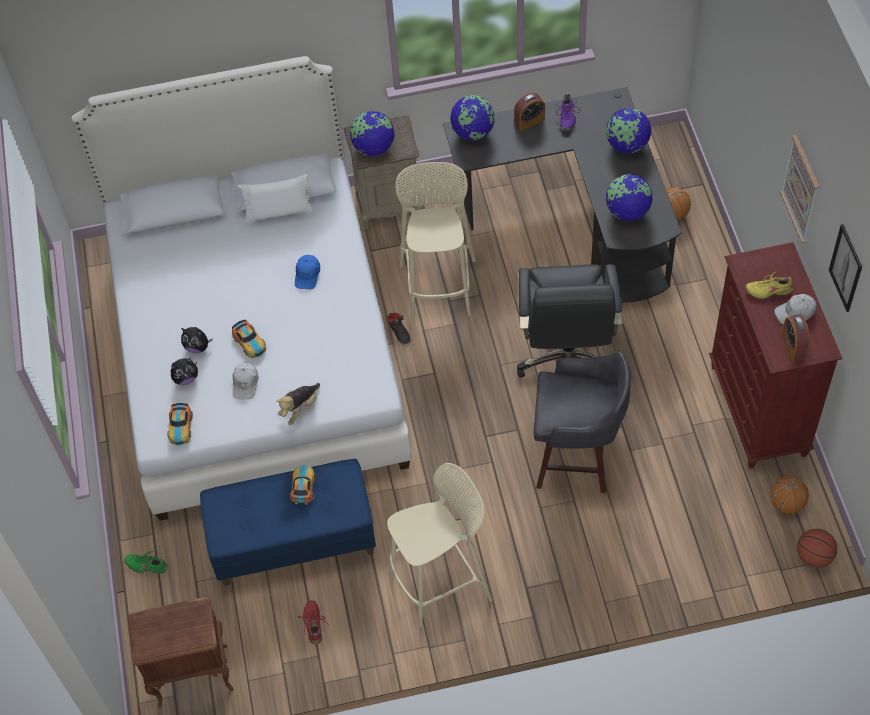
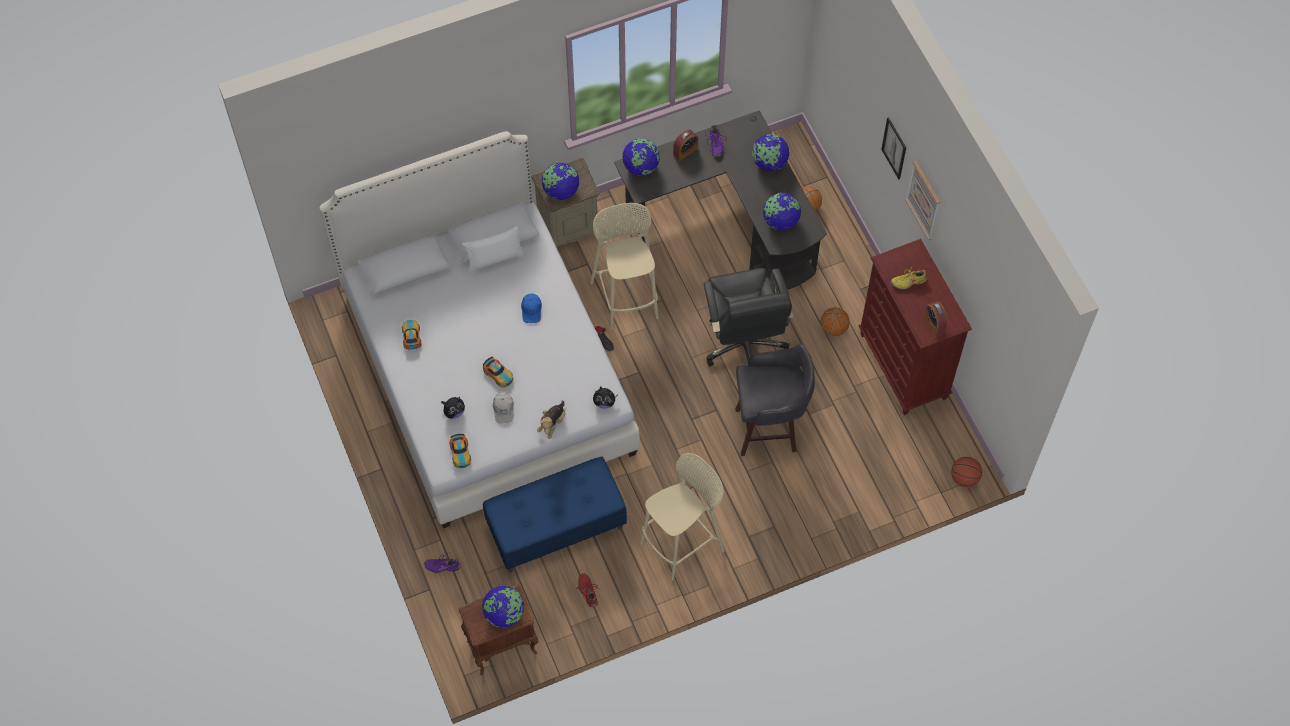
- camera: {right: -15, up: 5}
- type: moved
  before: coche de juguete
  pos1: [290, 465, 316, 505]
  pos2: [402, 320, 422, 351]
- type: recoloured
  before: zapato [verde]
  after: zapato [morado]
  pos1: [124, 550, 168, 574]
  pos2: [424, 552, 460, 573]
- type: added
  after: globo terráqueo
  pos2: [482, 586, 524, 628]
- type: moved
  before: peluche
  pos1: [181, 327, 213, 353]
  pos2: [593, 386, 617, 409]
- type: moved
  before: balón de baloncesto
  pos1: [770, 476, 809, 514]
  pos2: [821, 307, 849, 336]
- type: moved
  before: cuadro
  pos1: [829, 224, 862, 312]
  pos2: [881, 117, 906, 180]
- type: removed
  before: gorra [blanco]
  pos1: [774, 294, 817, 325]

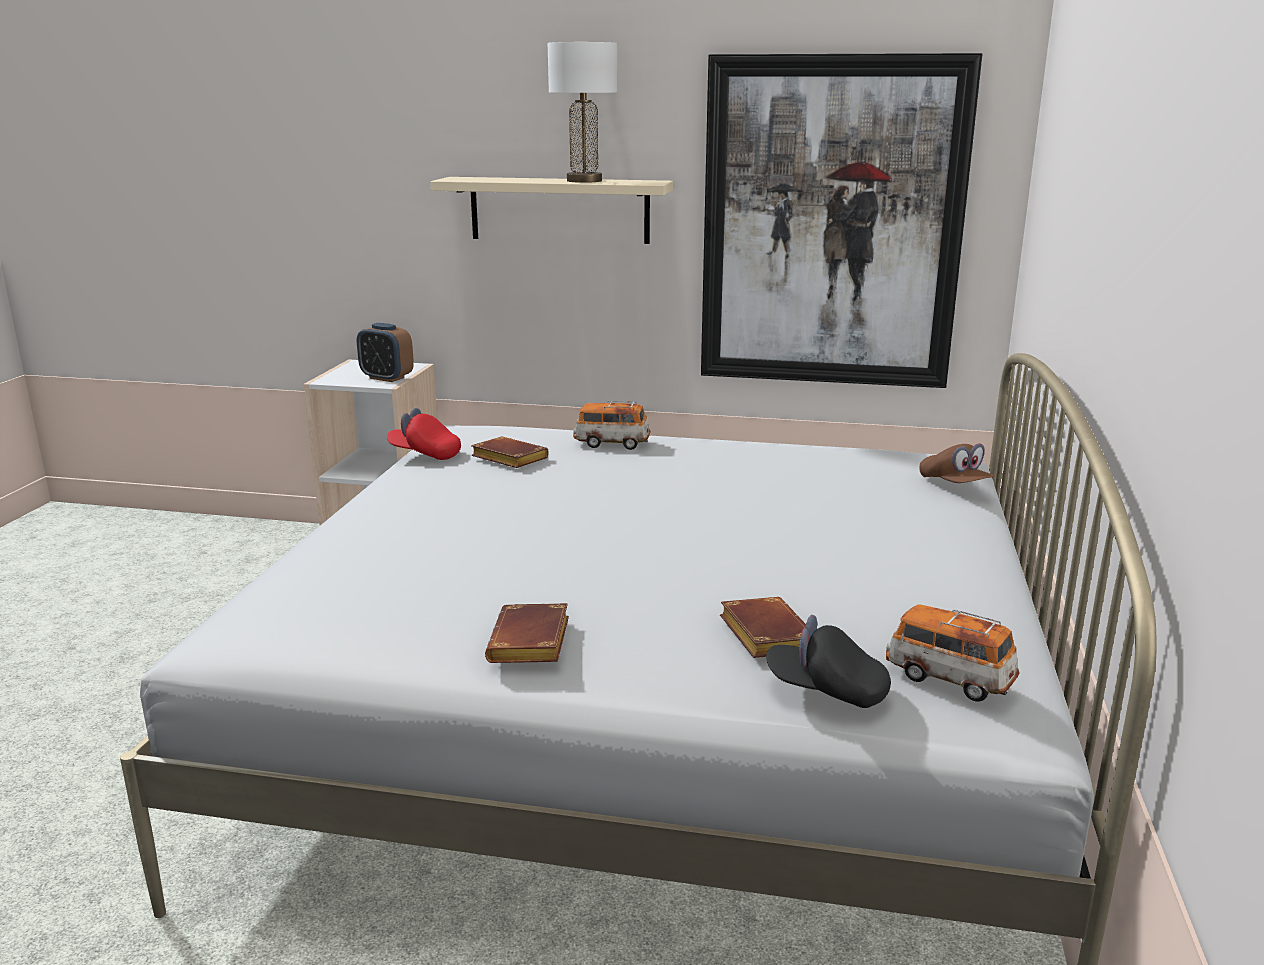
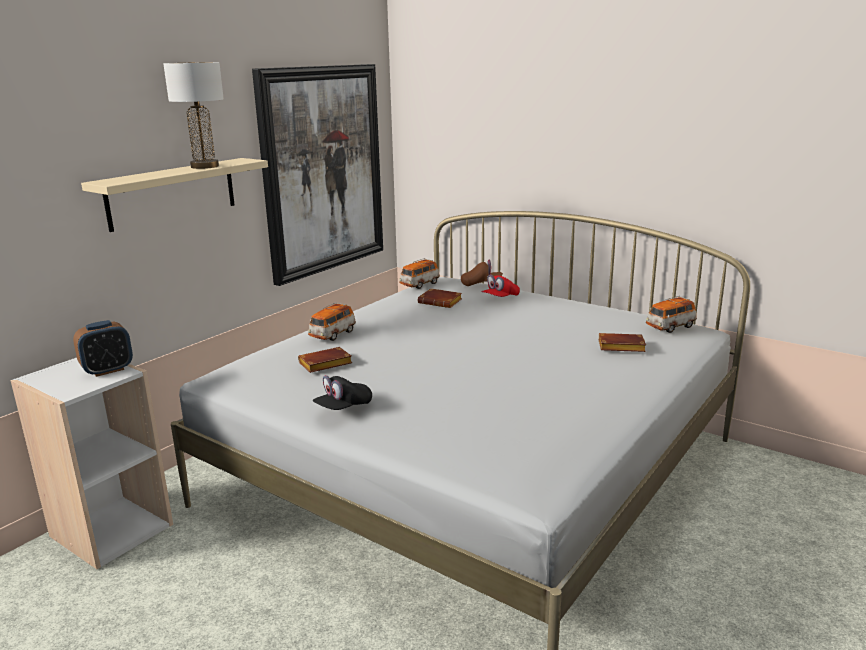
- camera: {right: -65, up: 0}
- type: moved
  before: gorra [negro]
  pos1: [766, 615, 891, 708]
  pos2: [313, 375, 372, 410]
- type: added
  after: coche de juguete
  pos2: [399, 258, 440, 289]
- type: moved
  before: libro [marrón]
  pos1: [485, 603, 569, 663]
  pos2: [418, 288, 462, 308]
- type: moved
  before: gorra [rojo]
  pos1: [387, 408, 461, 460]
  pos2: [482, 275, 520, 297]

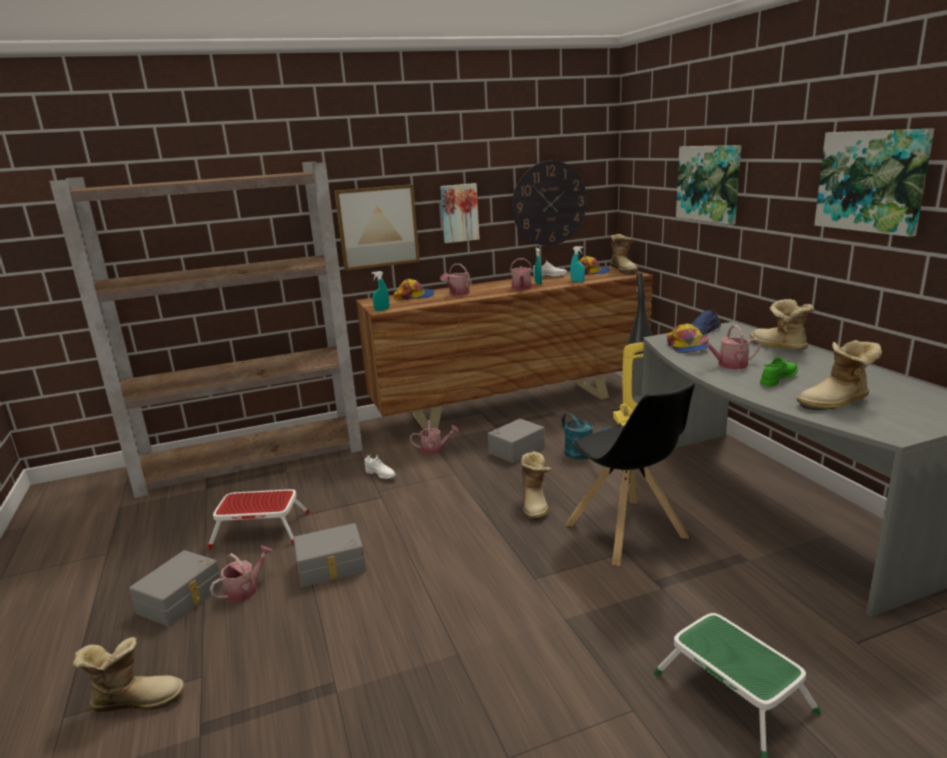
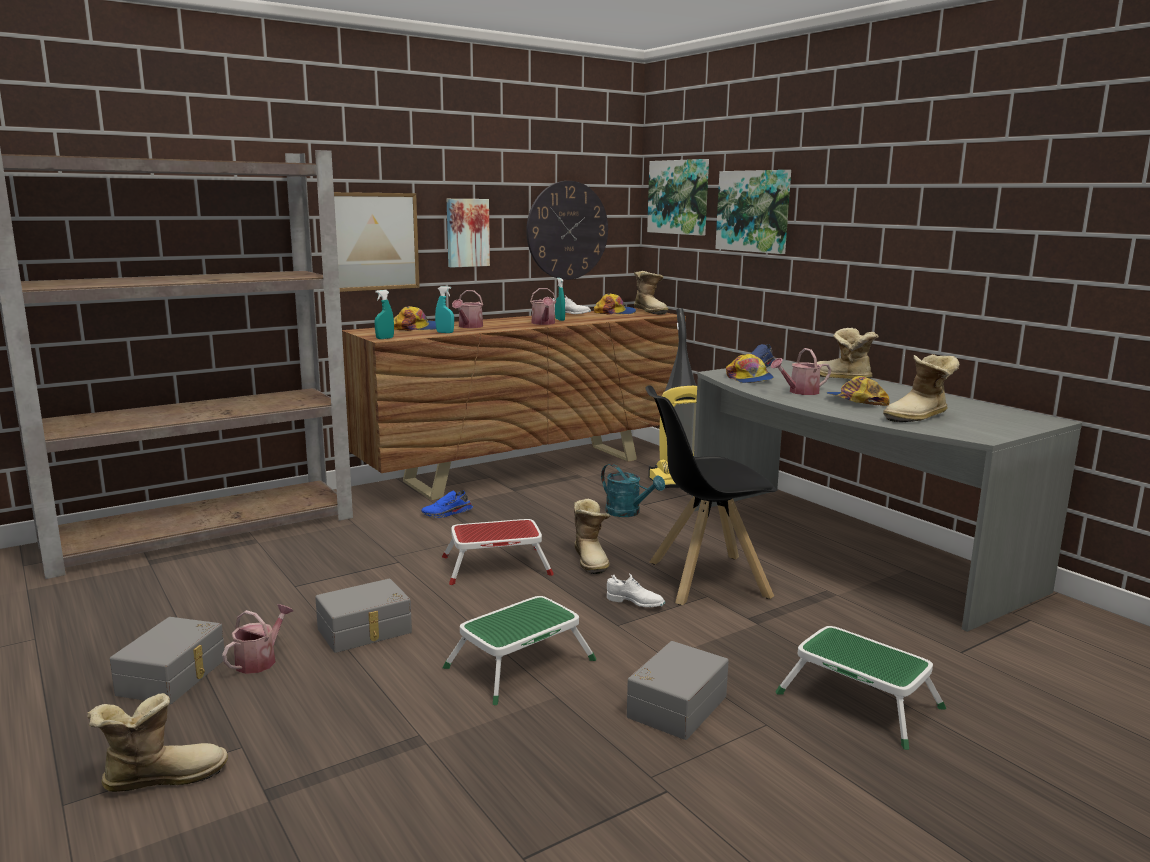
- camera: {right: -15, up: -5}
- type: replaced
  before: regadera
  after: zapato [azul]
  pos1: [410, 420, 459, 455]
  pos2: [421, 490, 473, 518]
- type: moved
  before: pulverizador [turquesa]
  pos1: [570, 246, 585, 282]
  pos2: [435, 286, 454, 333]
- type: moved
  before: escalera de tijera [rojo]
  pos1: [207, 489, 310, 550]
  pos2: [442, 519, 554, 585]
- type: added
  after: escalera de tijera [verde]
  pos2: [443, 596, 596, 705]
- type: moved
  before: zapato [blanco]
  pos1: [365, 455, 396, 479]
  pos2: [607, 573, 665, 607]
- type: moved
  before: caja de almacenaje [gris]
  pos1: [488, 418, 545, 463]
  pos2: [627, 641, 729, 740]
- type: turned
  before: silla [negro]
  pos1: [565, 382, 695, 566]
  pos2: [646, 385, 776, 605]
  turn: 120
- type: moved
  before: cuadro
  pos1: [814, 128, 934, 237]
  pos2: [647, 159, 709, 236]
- type: replaced
  before: zapato [verde]
  after: gorra
  pos1: [760, 356, 798, 387]
  pos2: [826, 376, 890, 406]

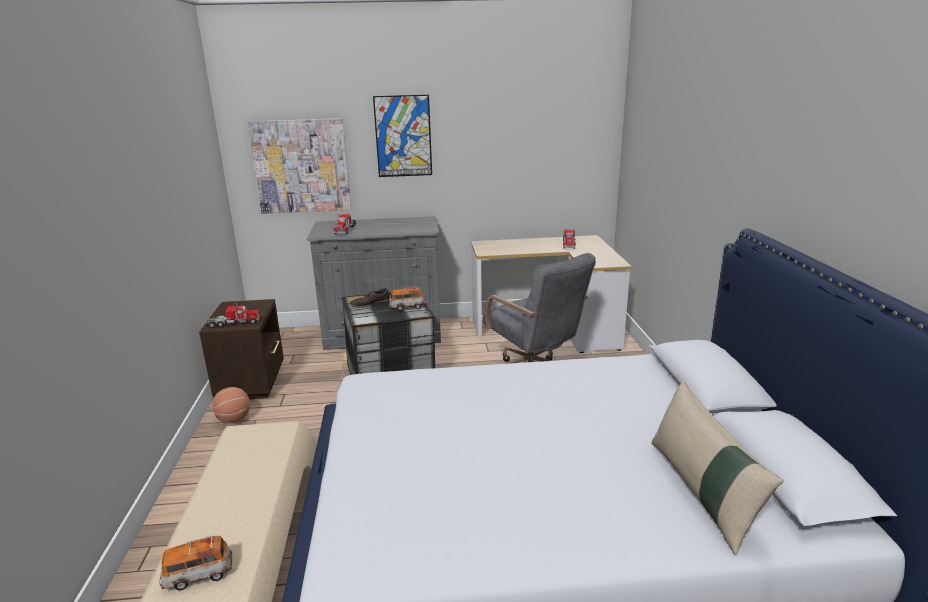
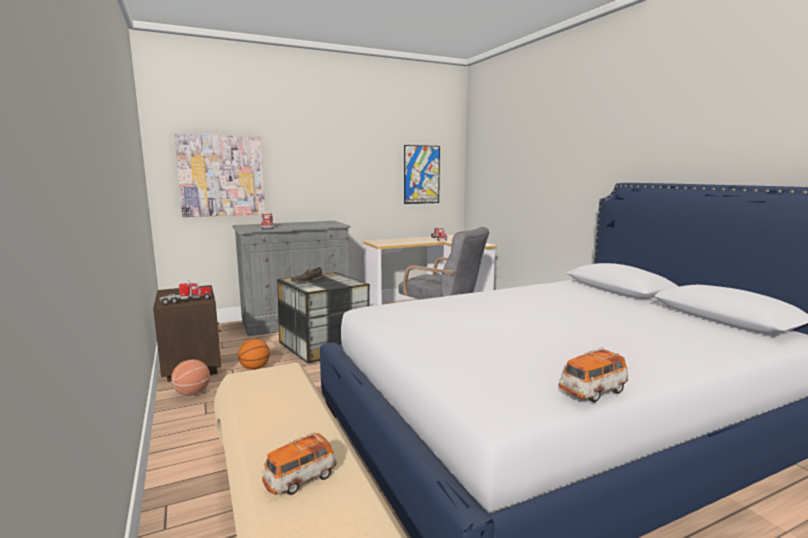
- camera: {right: -20, up: -10}
- type: added
  after: balón de baloncesto
  pos2: [238, 339, 270, 370]
- type: moved
  before: cuadro
  pos1: [373, 95, 432, 177]
  pos2: [404, 145, 440, 204]
- type: moved
  before: coche de juguete
  pos1: [389, 286, 425, 311]
  pos2: [559, 347, 628, 402]
- type: removed
  before: cojín [beis]
  pos1: [652, 381, 784, 555]

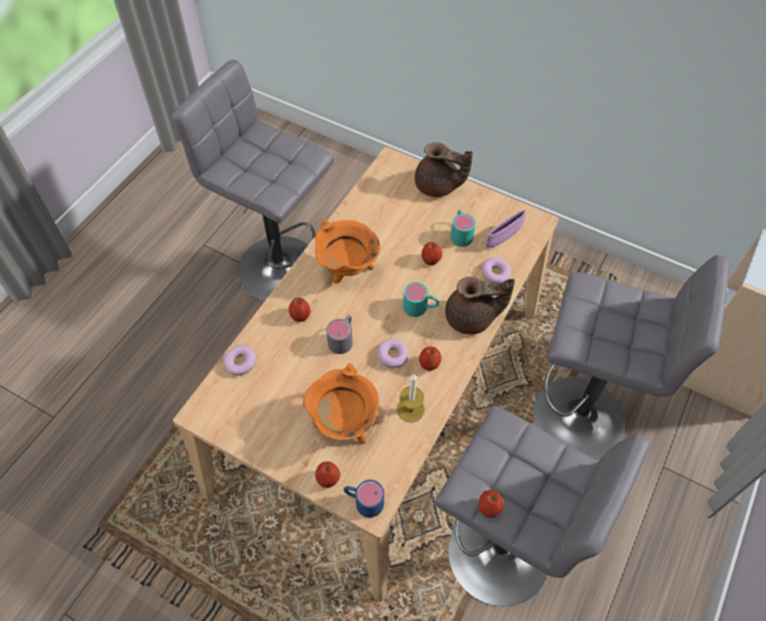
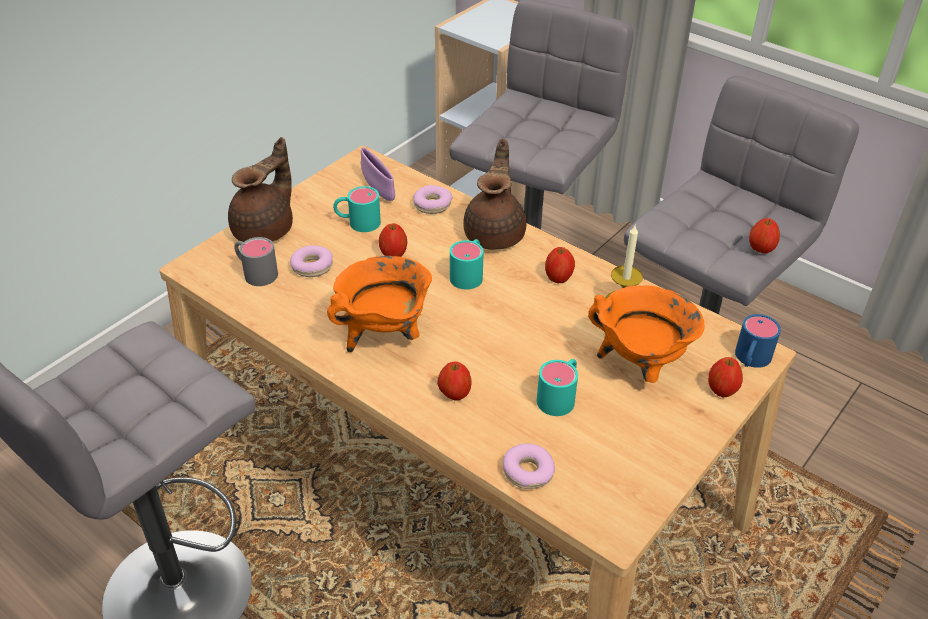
- camera: {right: -80, up: -15}
- type: moved
  before: taza grande [gris]
  pos1: [326, 315, 352, 354]
  pos2: [234, 237, 278, 286]
- type: moved
  before: rosquilla
  pos1: [378, 339, 409, 369]
  pos2: [290, 245, 333, 277]
- type: added
  after: taza grande [turquesa]
  pos2: [537, 359, 578, 416]

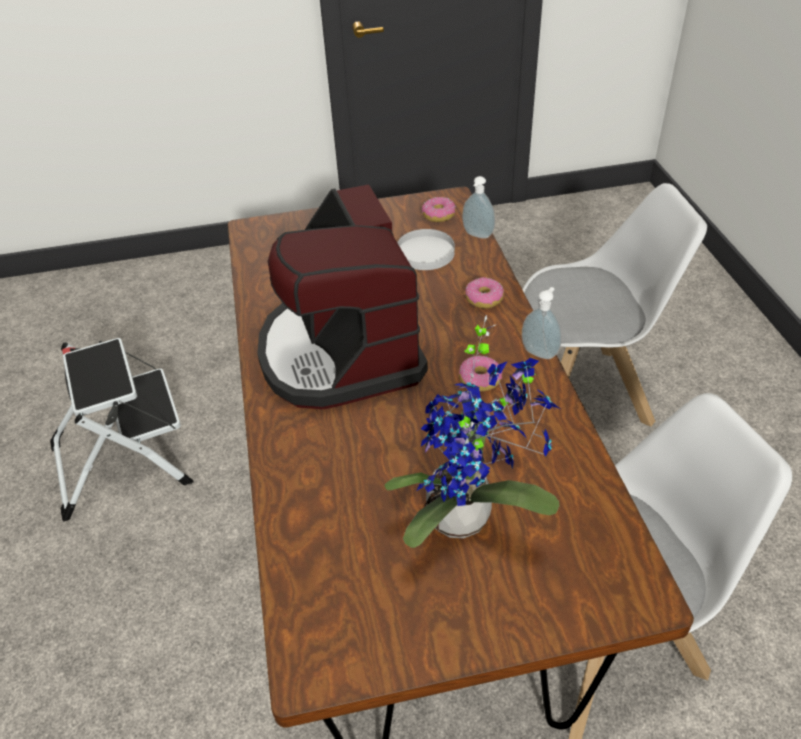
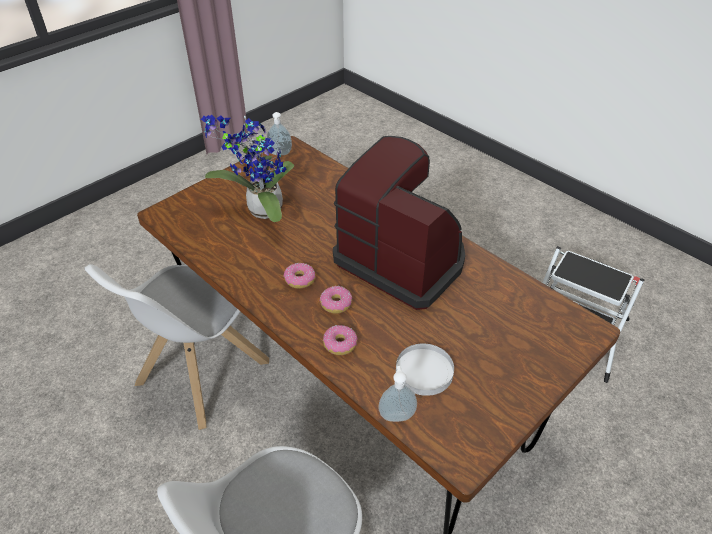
- camera: {right: 145, up: 0}
- type: moved
  before: dispensador de jabón
  pos1: [522, 287, 561, 359]
  pos2: [267, 112, 292, 155]
- type: moved
  before: rosquilla
  pos1: [422, 197, 456, 222]
  pos2: [320, 286, 352, 314]

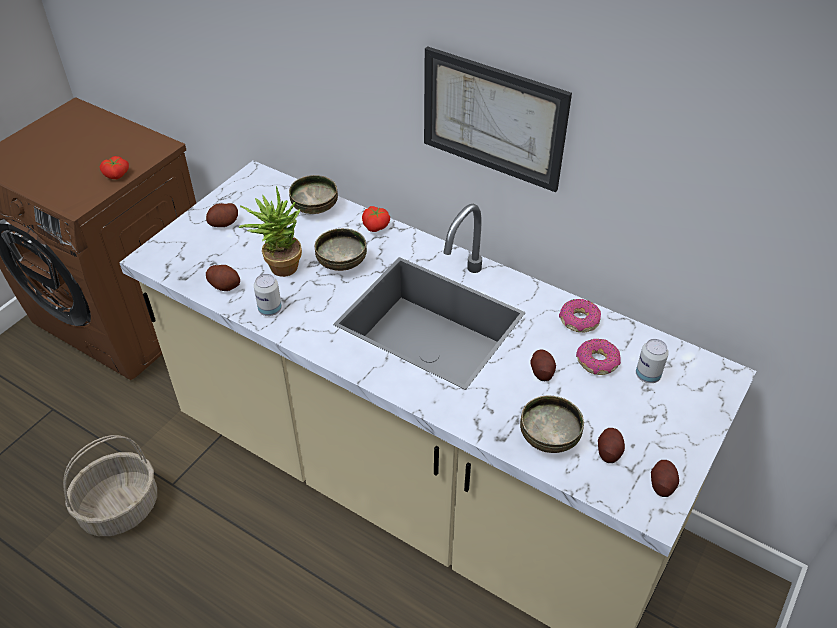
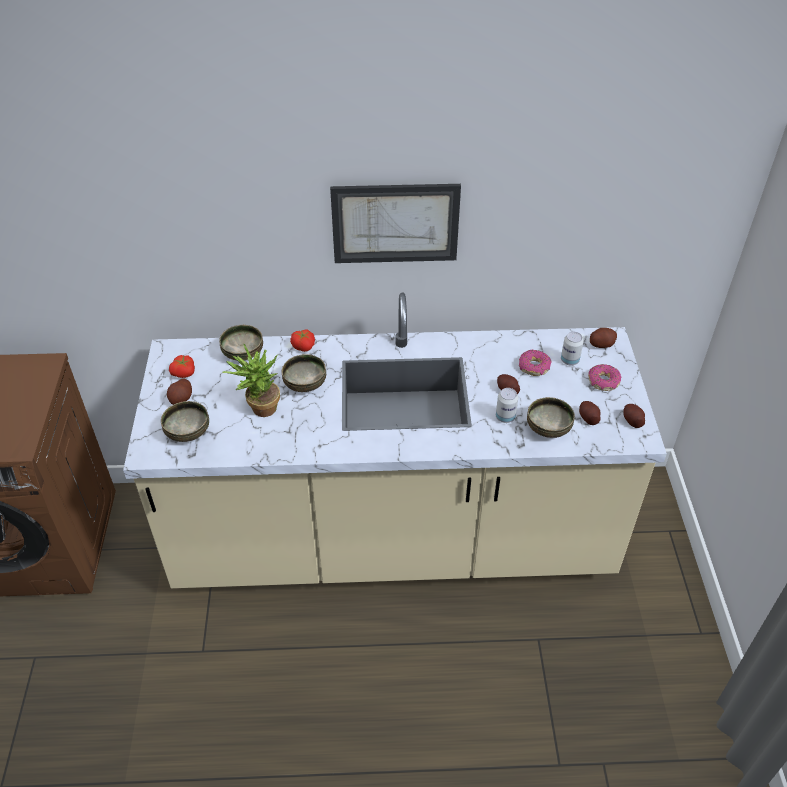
- camera: {right: -35, up: 0}
- type: added
  after: cuenco
  pos2: [161, 401, 209, 442]
- type: moved
  before: tomate
  pos1: [100, 156, 129, 179]
  pos2: [169, 355, 195, 378]
- type: moved
  before: lata
  pos1: [254, 274, 282, 316]
  pos2: [496, 388, 518, 423]
- type: moved
  before: rosquilla
  pos1: [559, 299, 601, 332]
  pos2: [588, 364, 621, 391]
- type: moved
  before: patata
  pos1: [206, 265, 240, 291]
  pos2: [590, 328, 617, 348]
- type: removed
  before: cesta
  pos1: [63, 435, 157, 536]

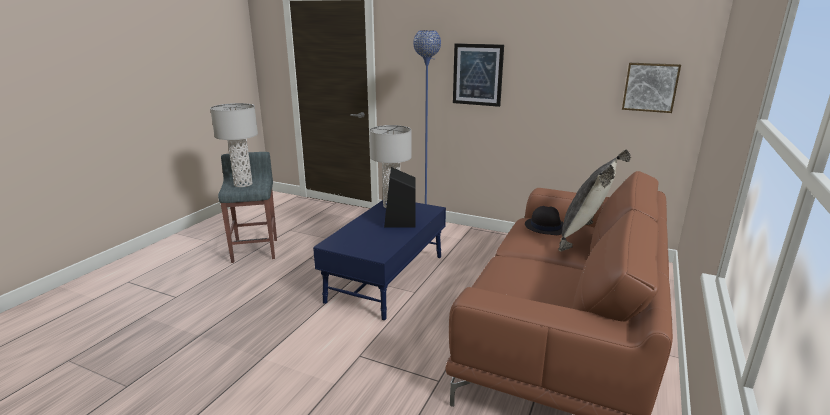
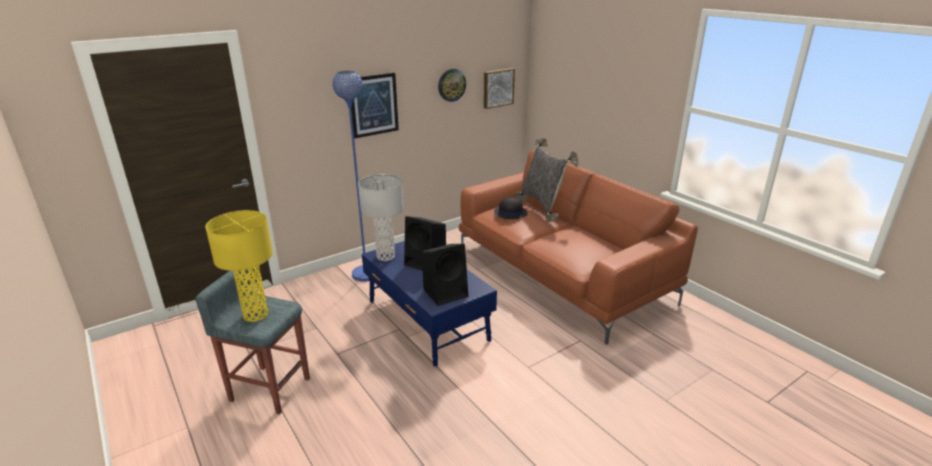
- camera: {right: -60, up: 5}
- type: recoloured
  before: lámpara de mesa [blanco]
  after: lámpara de mesa [amarillo]
  pos1: [210, 103, 258, 187]
  pos2: [205, 210, 273, 322]
- type: added
  after: altavoz [negro]
  pos2: [422, 244, 468, 306]
- type: added
  after: reloj de pared
  pos2: [438, 69, 466, 102]

